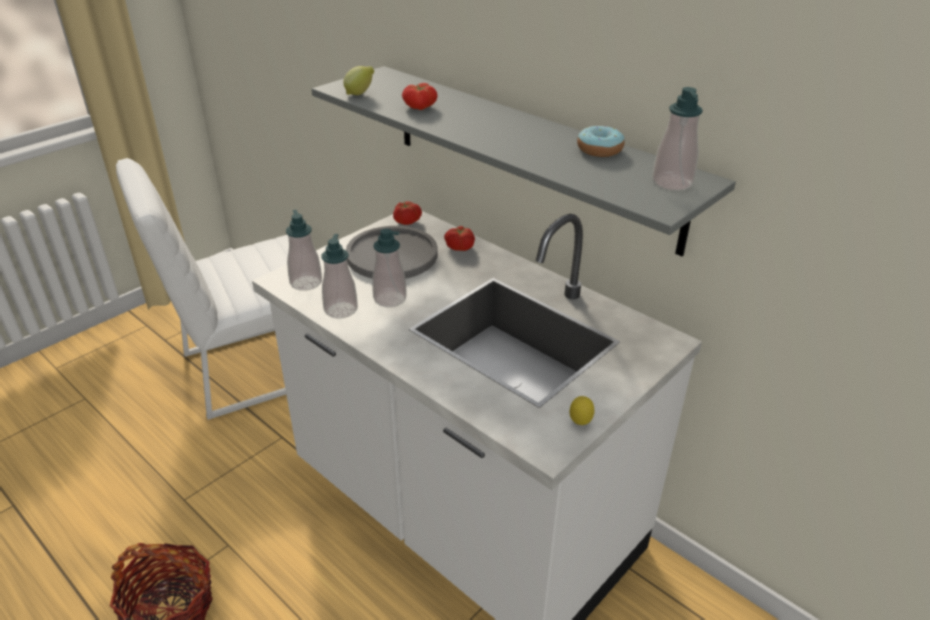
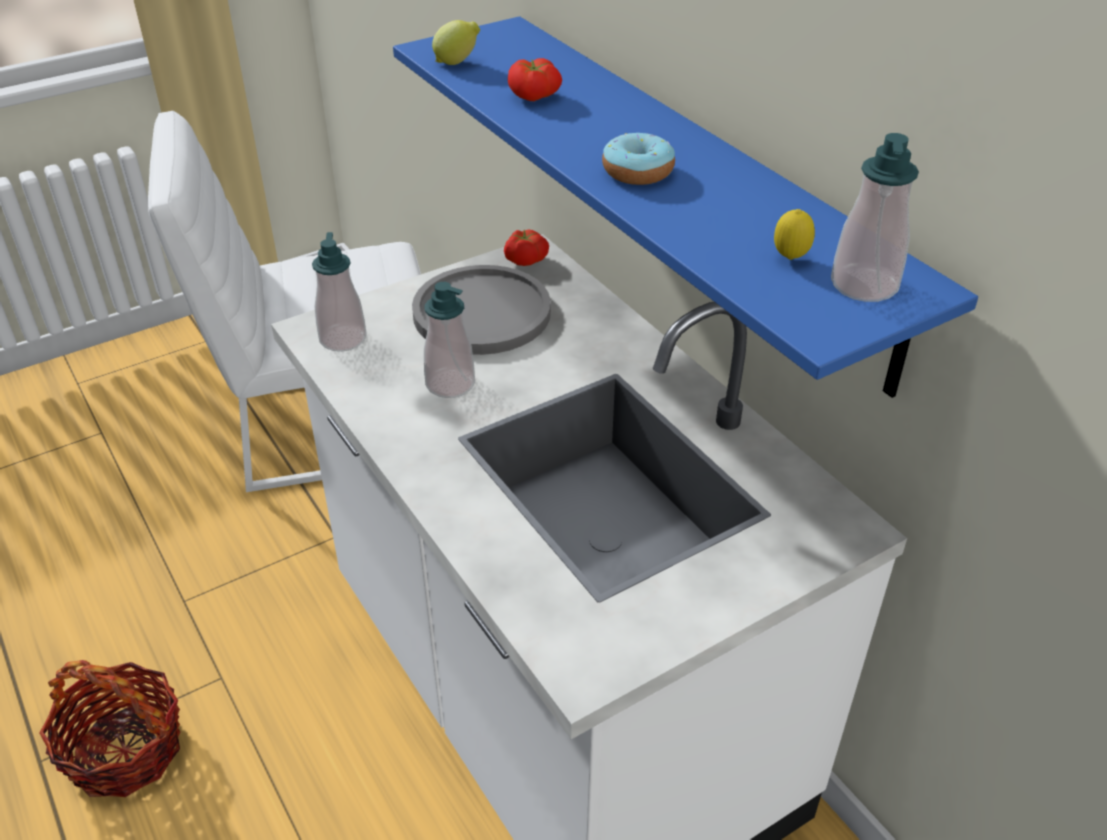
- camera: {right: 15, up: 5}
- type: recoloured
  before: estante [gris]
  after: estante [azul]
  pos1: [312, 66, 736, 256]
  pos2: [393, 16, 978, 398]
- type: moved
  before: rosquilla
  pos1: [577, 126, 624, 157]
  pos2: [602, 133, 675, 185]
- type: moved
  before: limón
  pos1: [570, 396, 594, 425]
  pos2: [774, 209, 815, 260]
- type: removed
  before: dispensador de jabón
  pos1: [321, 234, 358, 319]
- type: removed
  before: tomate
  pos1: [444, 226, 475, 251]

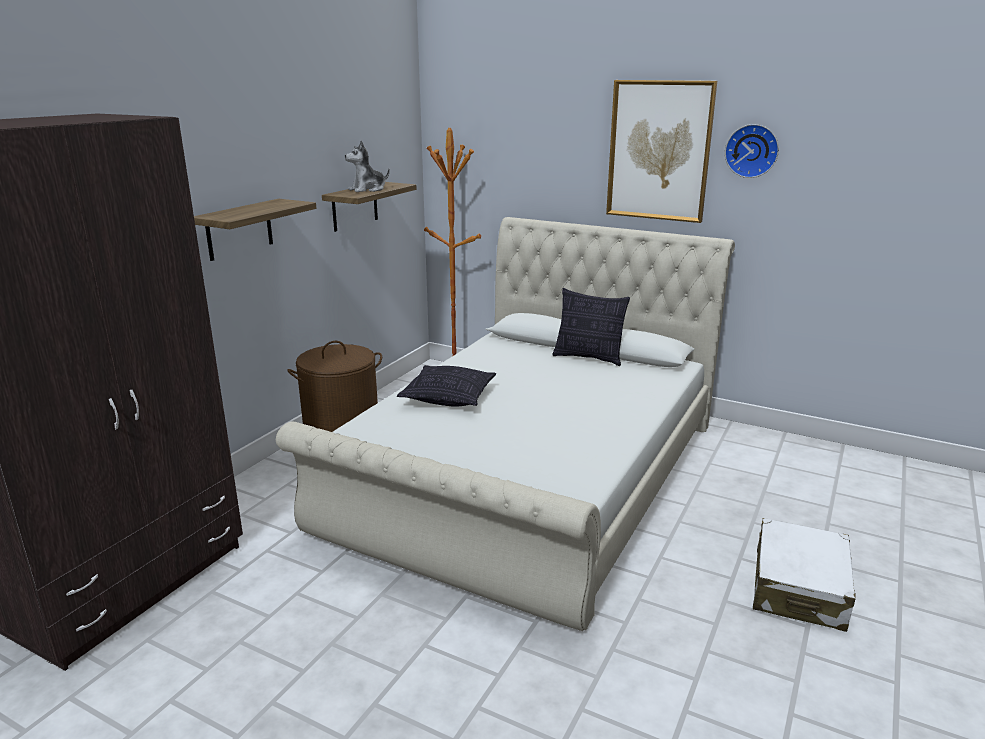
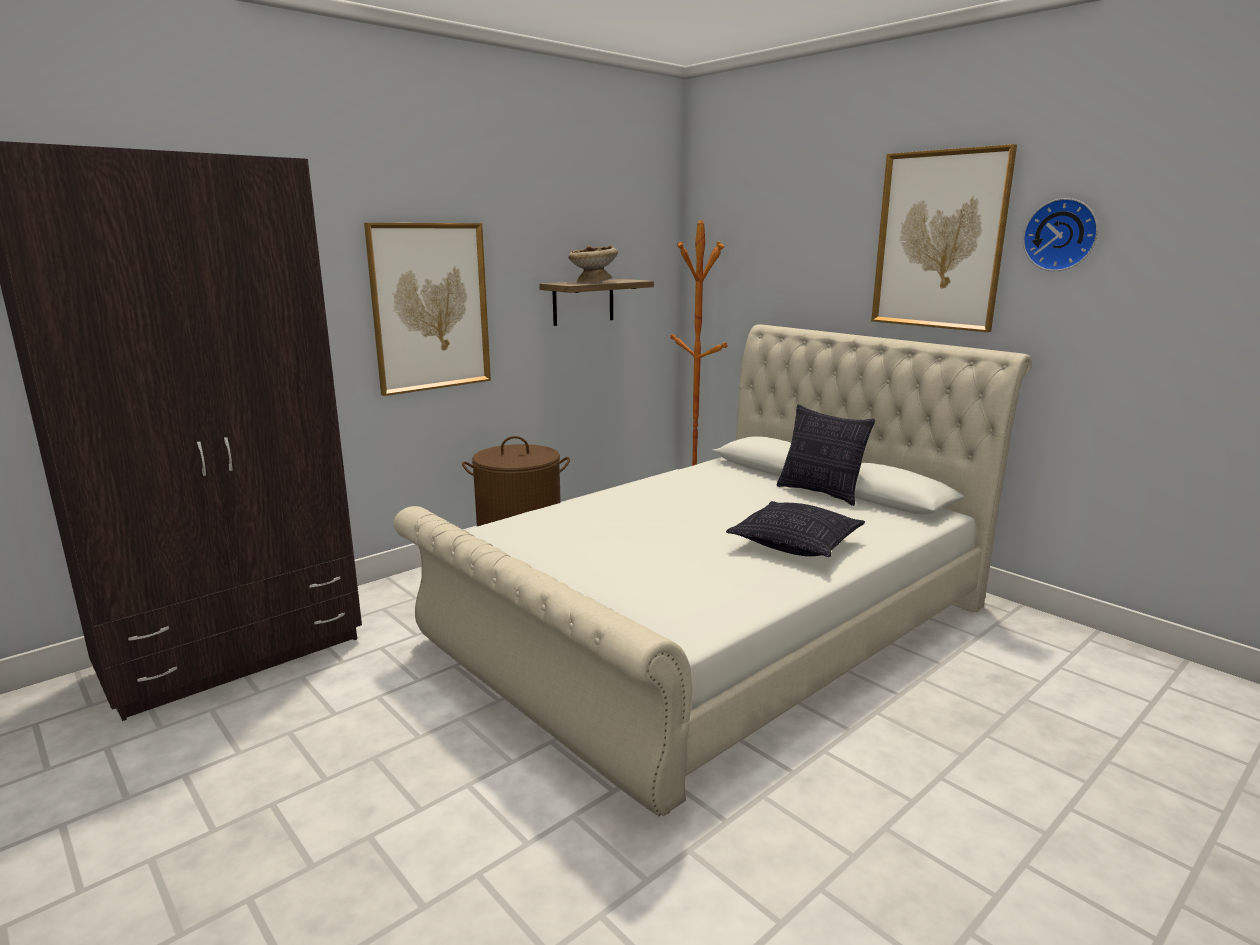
- camera: {right: 20, up: -5}
- type: replaced
  before: estante
  after: cuadro
  pos1: [194, 199, 316, 261]
  pos2: [364, 223, 491, 396]
- type: replaced
  before: peluche
  after: cuenco [beis]
  pos1: [345, 141, 390, 192]
  pos2: [568, 245, 618, 283]
- type: moved
  before: cojín
  pos1: [397, 365, 496, 406]
  pos2: [726, 501, 865, 557]
- type: removed
  before: maleta [blanco]
  pos1: [753, 518, 856, 632]

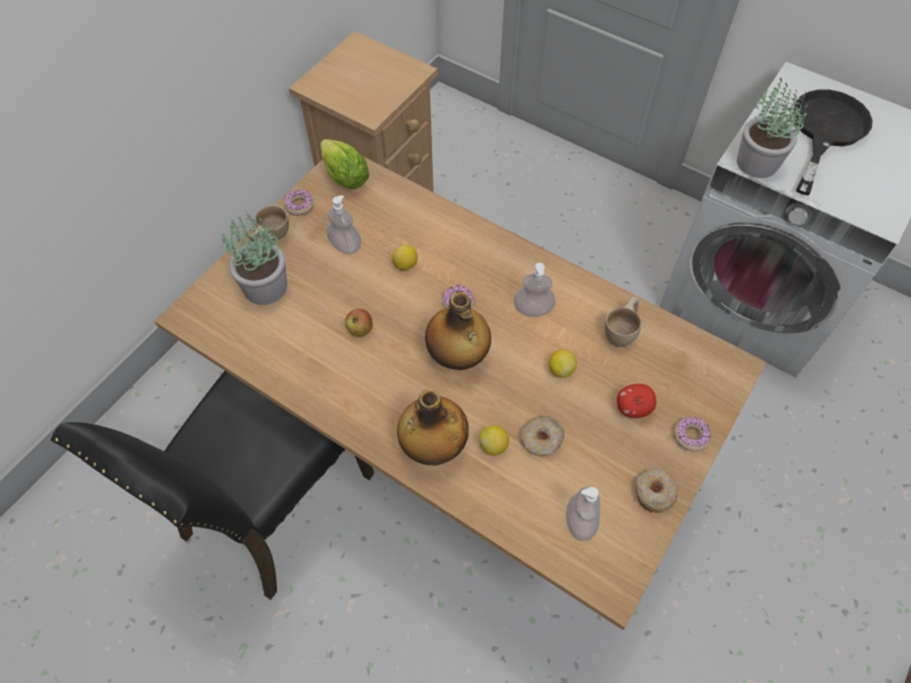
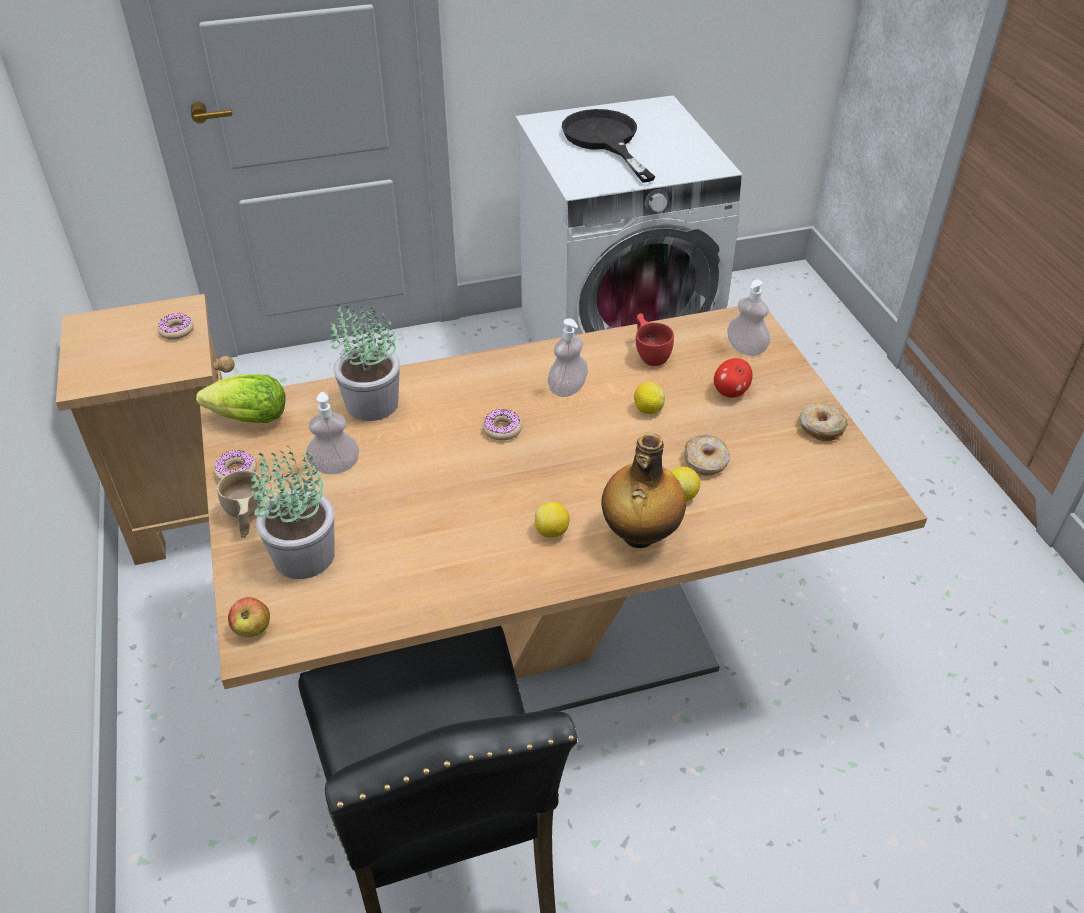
- camera: {right: -50, up: -15}
- type: moved
  before: rosquilla
  pos1: [674, 417, 711, 451]
  pos2: [158, 313, 194, 340]
- type: moved
  before: manzana
  pos1: [345, 308, 373, 336]
  pos2: [228, 597, 270, 637]
- type: moved
  before: planta en maceta
  pos1: [737, 78, 808, 178]
  pos2: [330, 302, 400, 421]
- type: moved
  before: limón
  pos1: [392, 245, 418, 271]
  pos2: [535, 502, 570, 538]
- type: recoloured
  before: taza [beis]
  after: taza [rojo]
  pos1: [605, 297, 641, 347]
  pos2: [636, 313, 674, 366]
- type: moved
  before: dispensador de jabón
  pos1: [566, 487, 600, 541]
  pos2: [727, 279, 770, 356]
- type: removed
  before: botella
  pos1: [425, 292, 491, 370]

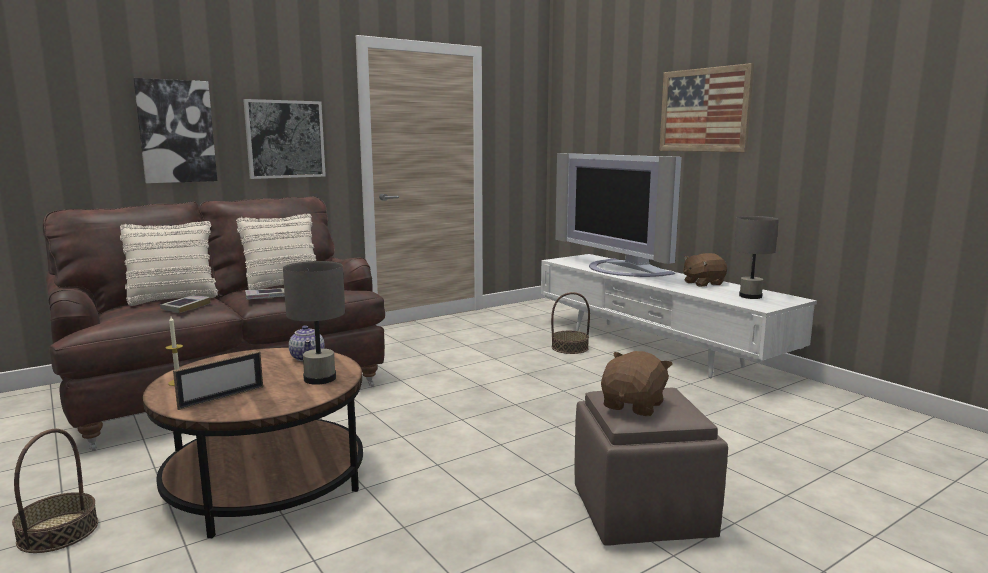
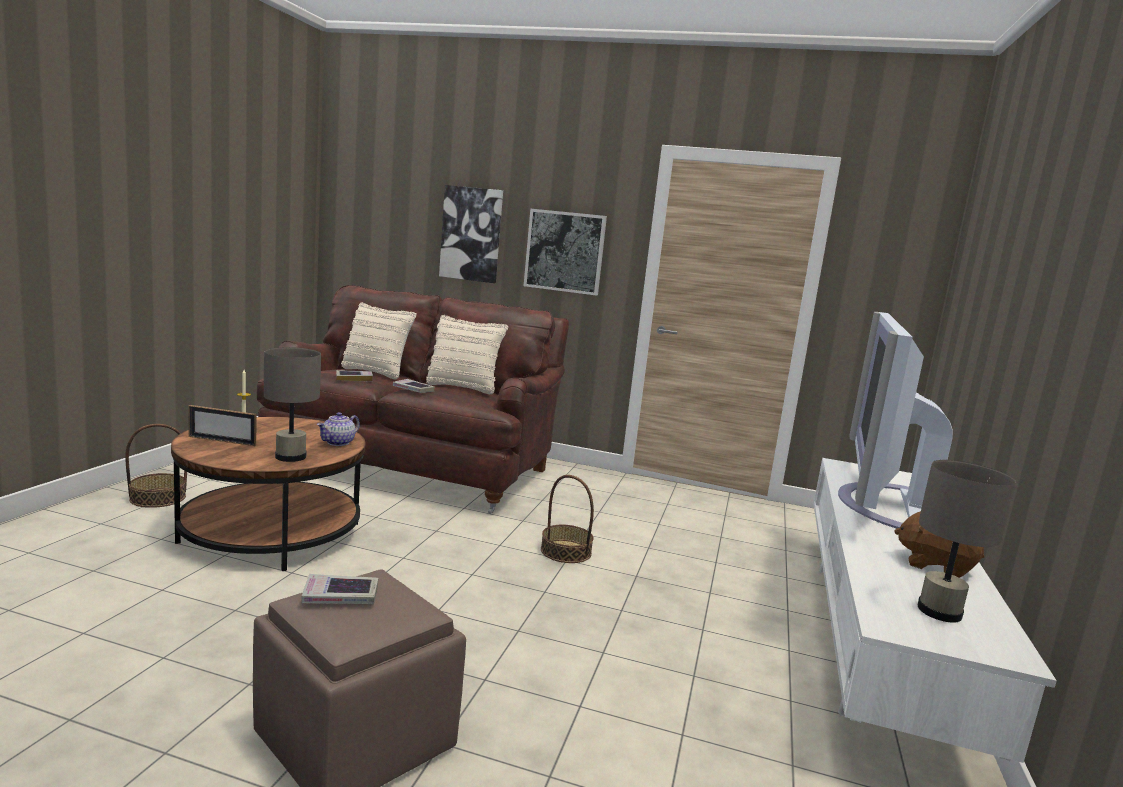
- camera: {right: 50, up: 0}
- type: replaced
  before: peluche [marrón]
  after: libro
  pos1: [601, 351, 673, 416]
  pos2: [301, 574, 378, 604]
- type: moved
  before: cesta
  pos1: [551, 292, 590, 354]
  pos2: [541, 475, 594, 563]
- type: removed
  before: cuadro
  pos1: [659, 63, 754, 153]

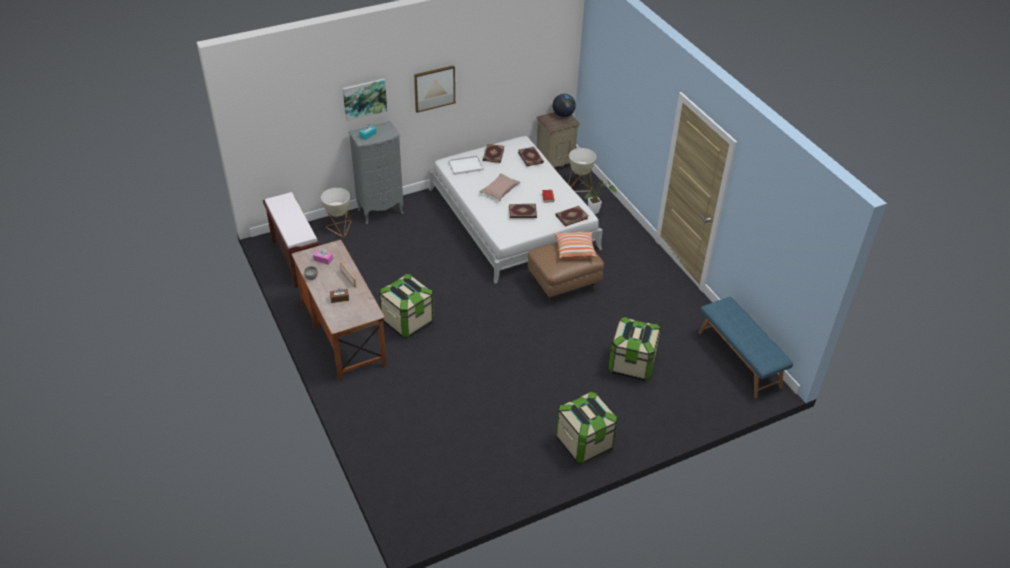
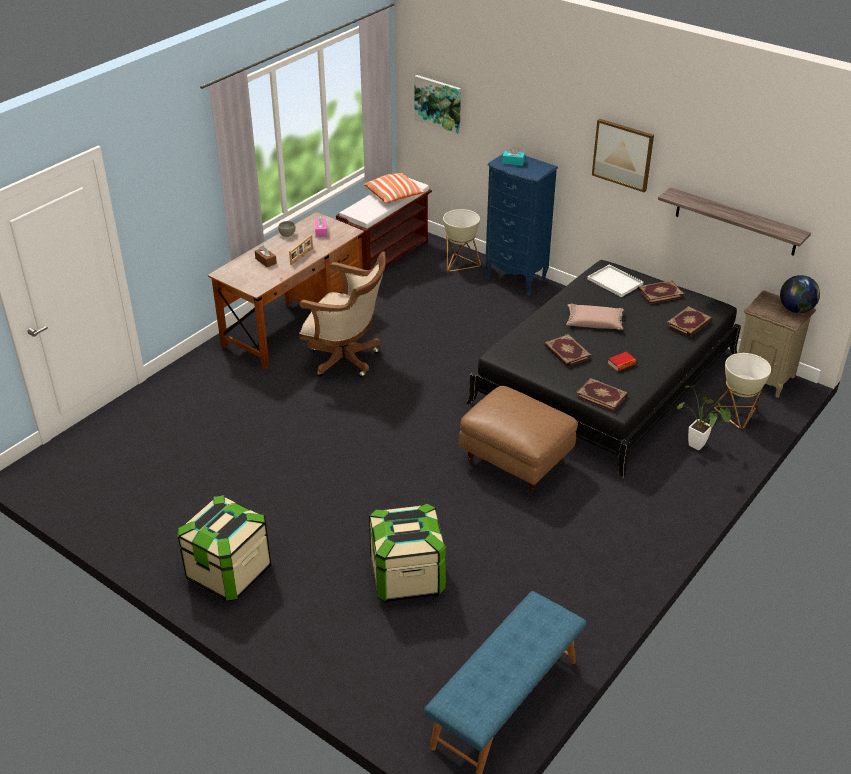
- camera: {right: 65, up: -5}
- type: replaced
  before: caja de almacenaje
  after: silla de oficina
  pos1: [379, 274, 434, 338]
  pos2: [299, 252, 386, 378]
- type: moved
  before: cojín
  pos1: [555, 232, 597, 259]
  pos2: [364, 173, 425, 203]
- type: moved
  before: cuadro
  pos1: [343, 79, 387, 121]
  pos2: [414, 75, 461, 134]
- type: recoloured
  before: cama [blanco]
  after: cama [negro]
  pos1: [429, 136, 603, 284]
  pos2: [467, 260, 741, 477]
- type: recoloured
  before: cómoda [gris]
  after: cómoda [azul]
  pos1: [348, 121, 404, 224]
  pos2: [485, 153, 558, 295]
- type: added
  after: estante
  pos2: [658, 187, 811, 256]

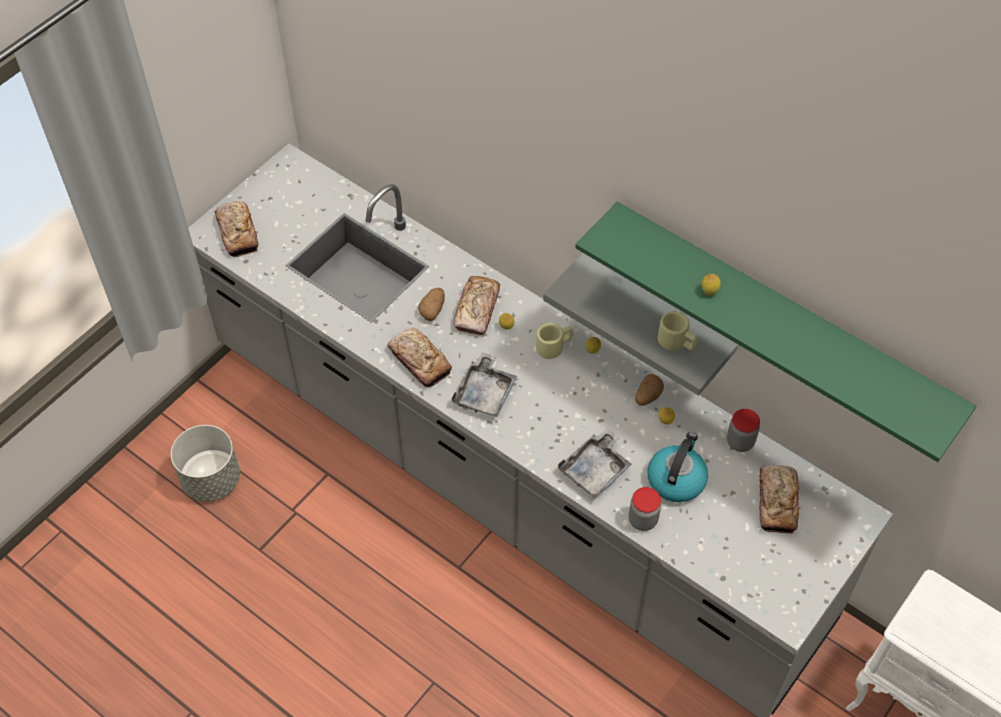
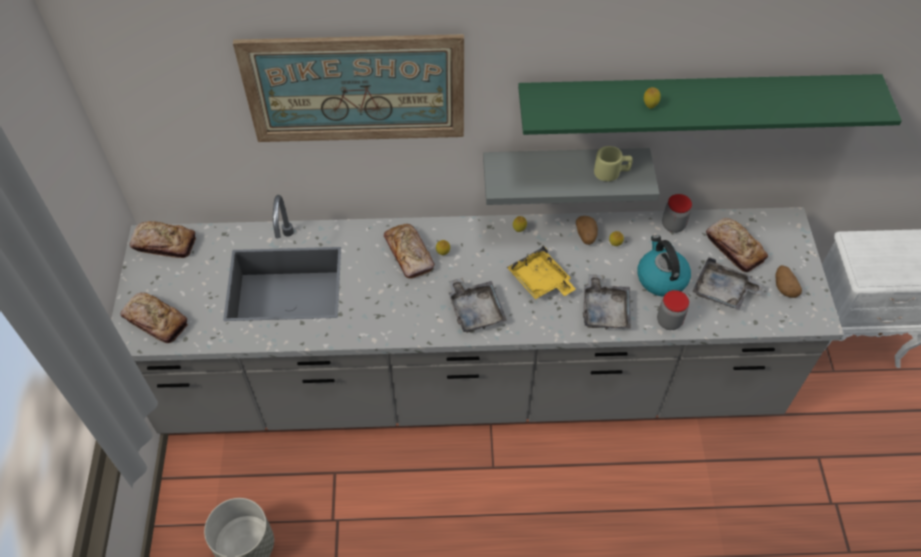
- camera: {right: -40, up: 0}
- type: moved
  before: pan
  pos1: [388, 328, 452, 387]
  pos2: [130, 221, 196, 258]
- type: added
  after: cuadro
  pos2: [233, 34, 464, 142]
- type: added
  after: bandeja [amarillo]
  pos2: [507, 246, 576, 299]
- type: added
  after: bandeja [gris]
  pos2: [692, 257, 764, 310]
- type: moved
  before: patata
  pos1: [418, 288, 445, 321]
  pos2: [775, 265, 802, 298]
- type: removed
  before: taza grande [beis]
  pos1: [536, 323, 572, 359]

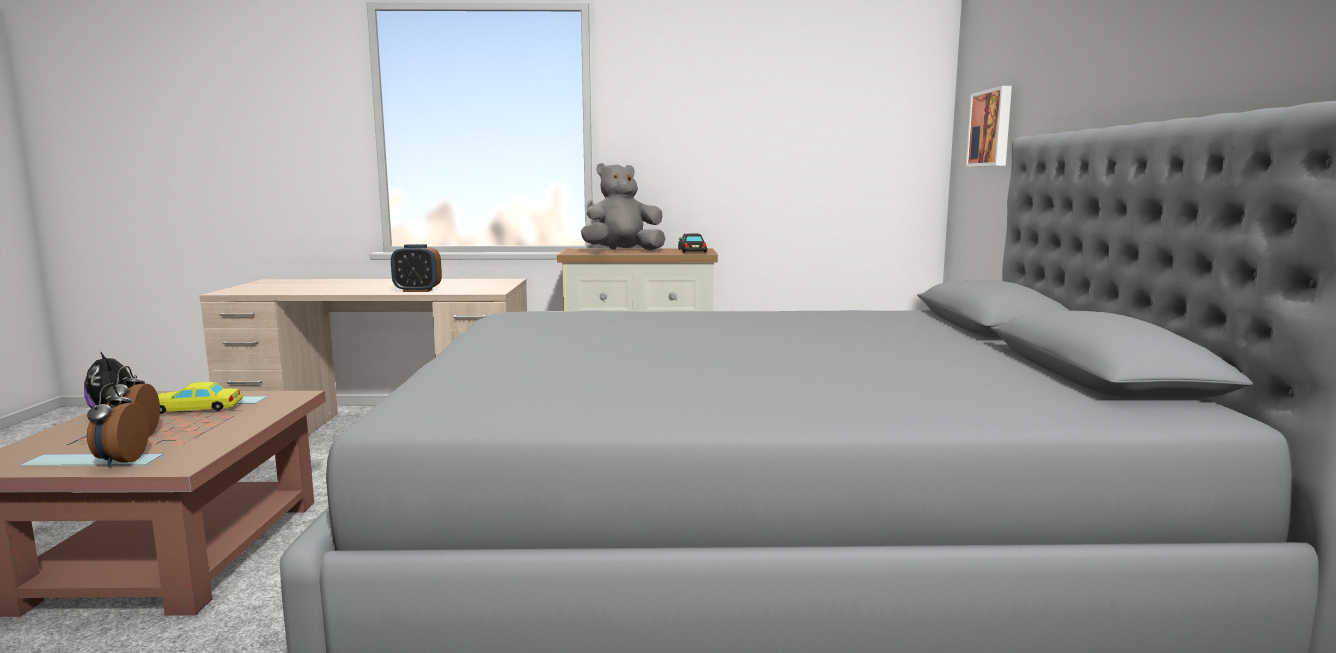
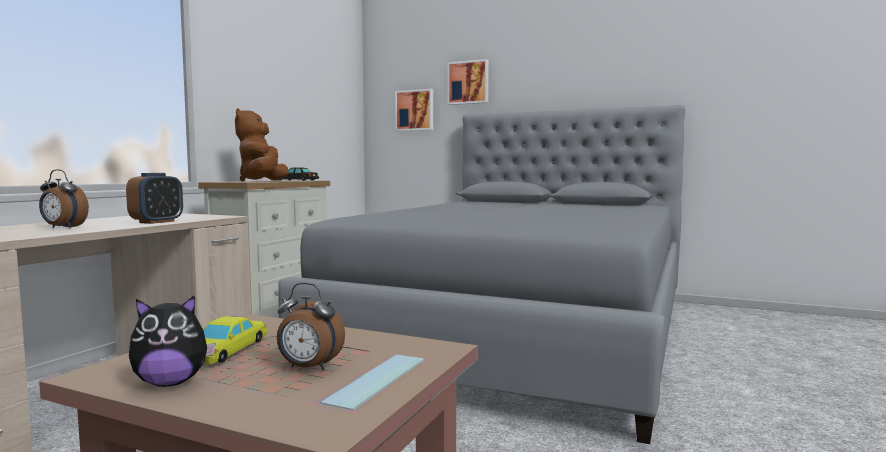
- camera: {right: -65, up: -5}
- type: moved
  before: despertador
  pos1: [87, 384, 149, 467]
  pos2: [39, 169, 89, 229]
- type: recoloured
  before: peluche [gris]
  after: peluche [marrón]
  pos1: [581, 163, 665, 250]
  pos2: [235, 108, 289, 181]
- type: added
  after: cuadro
  pos2: [447, 59, 489, 105]

